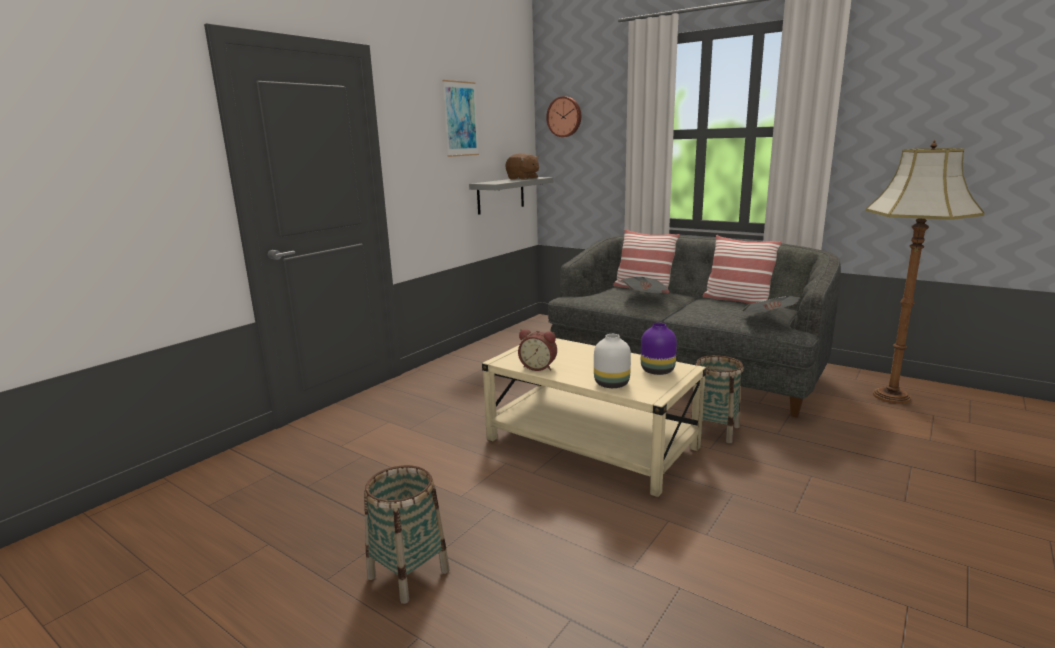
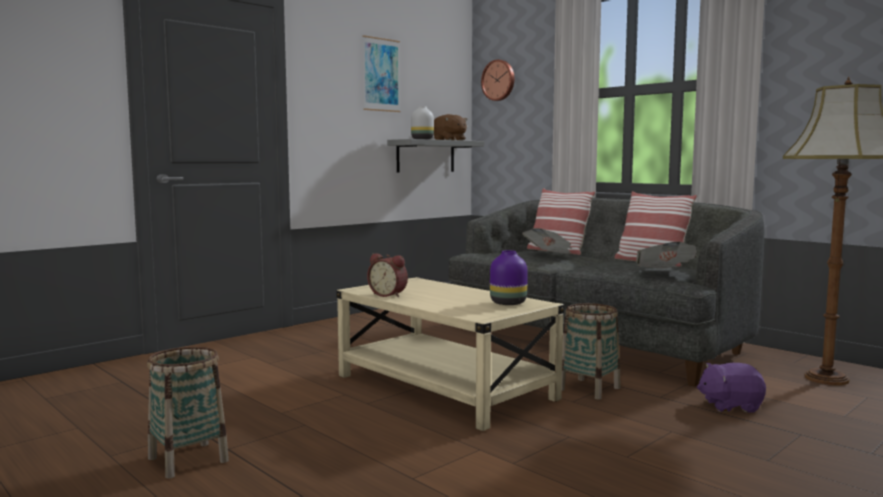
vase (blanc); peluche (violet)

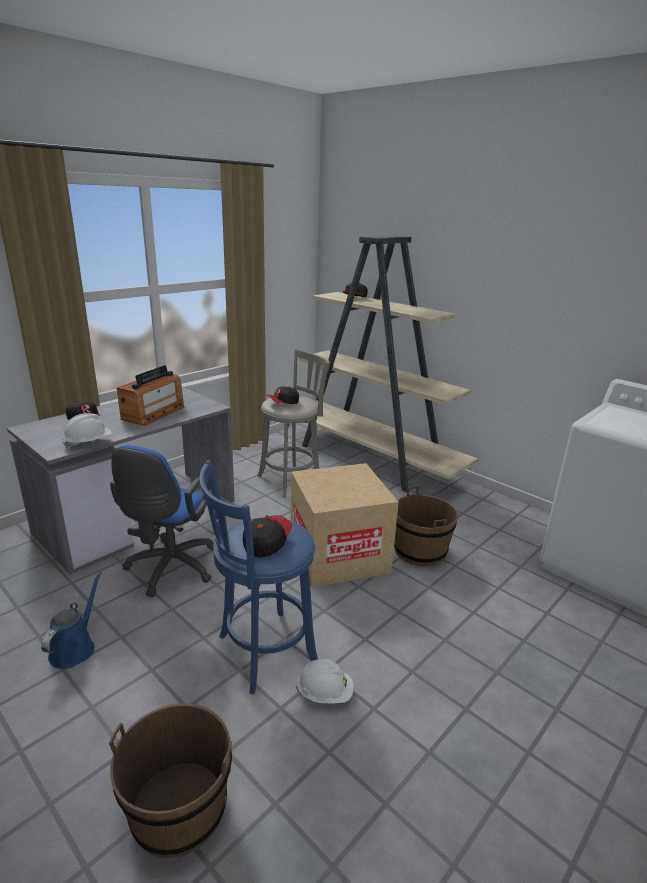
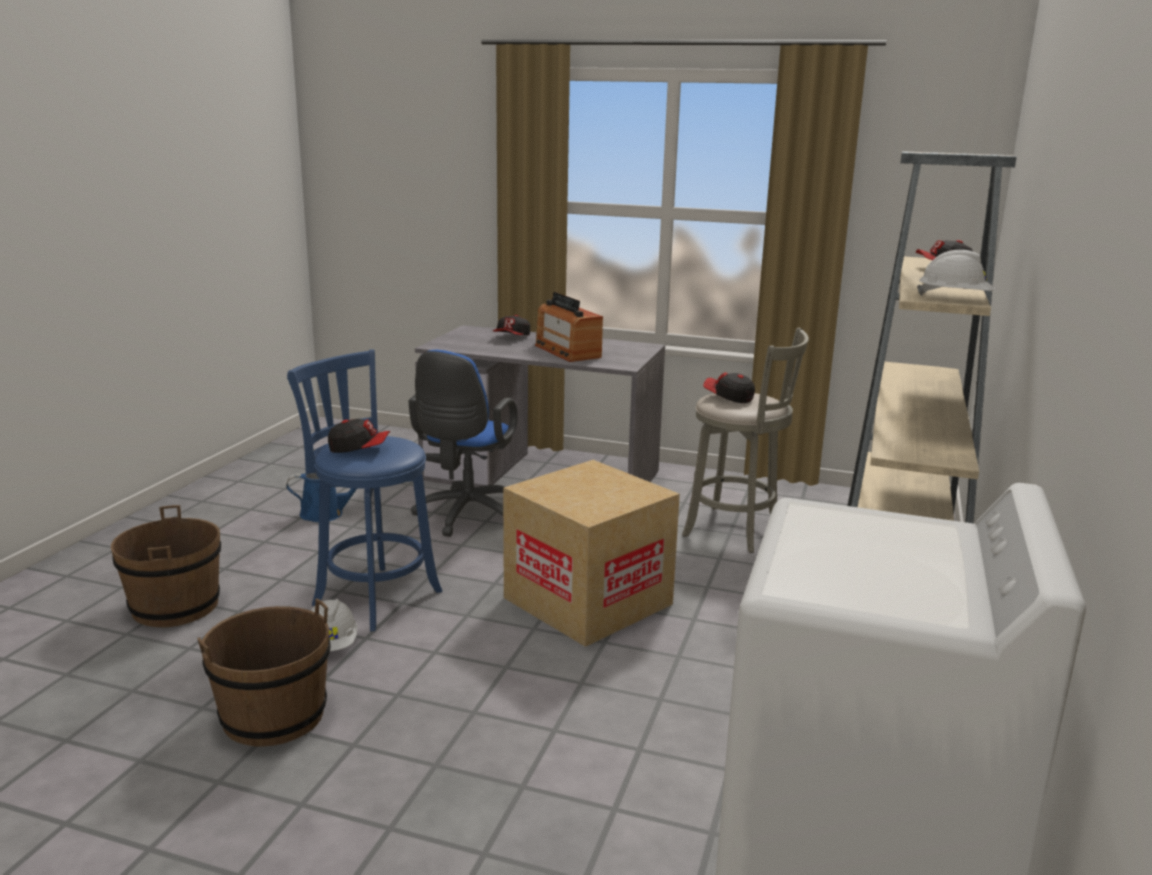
seau (marron) (2nd from left); chaise de bureau (bleu); radio; casque de chantier (blanc) (2nd from left)

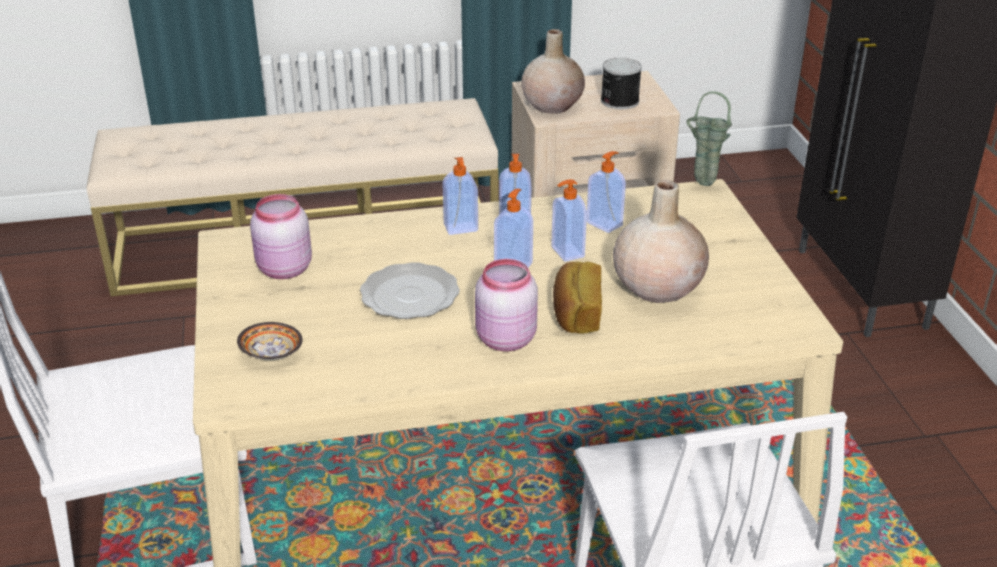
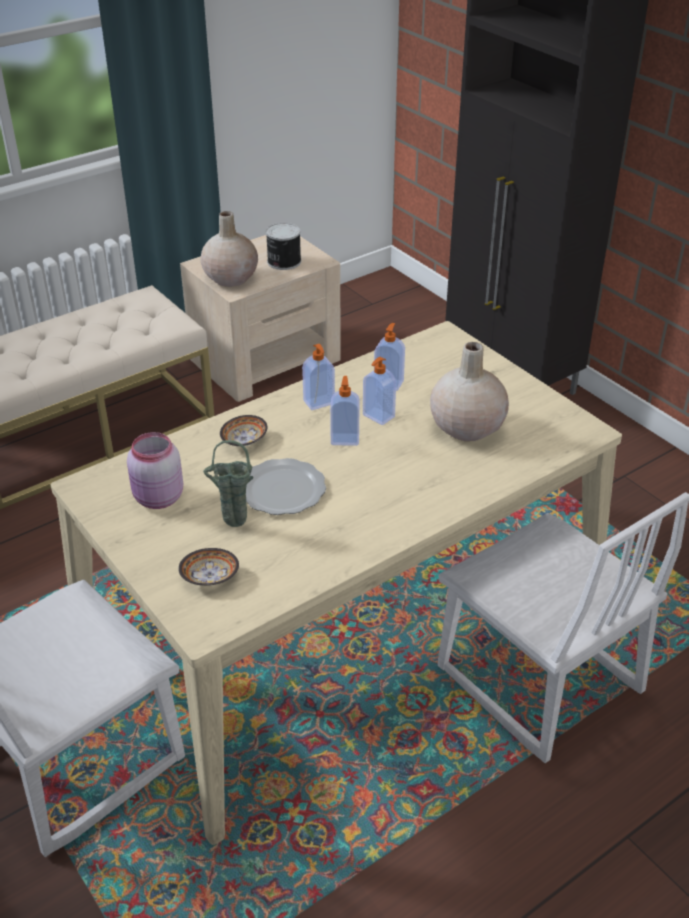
vase (vert); bol (2nd from left); distributeur de savon (1st from left in the first image); bocal (rose) (2nd from left in the first image); pain

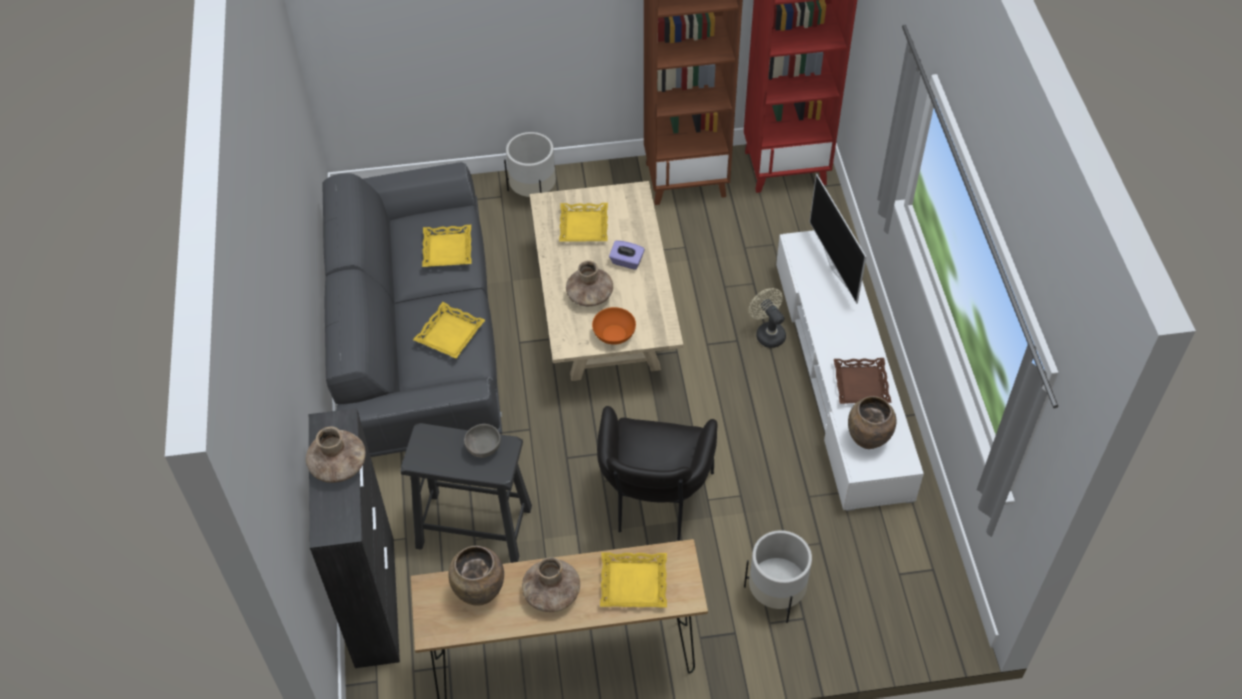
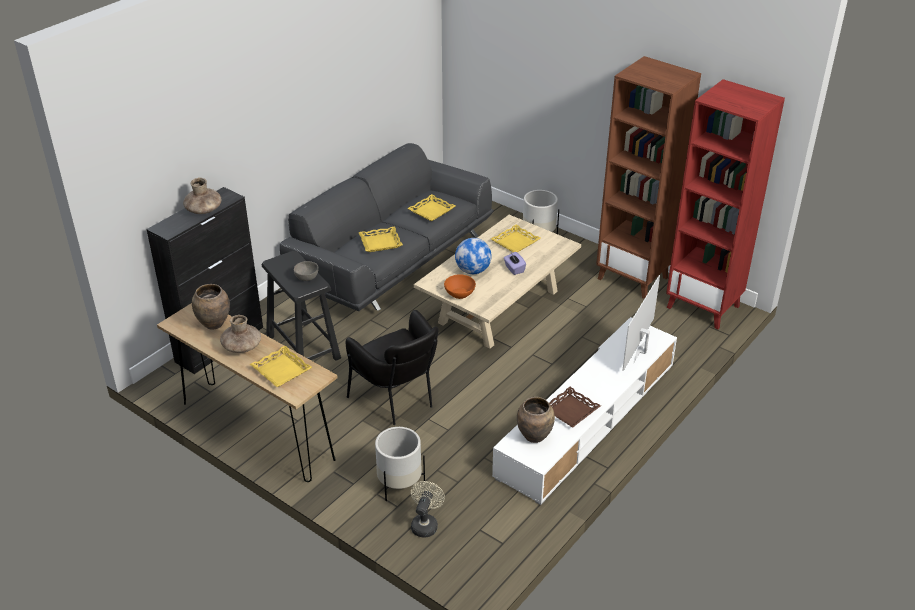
fauteuil (noir); ventilateur (beige); globe

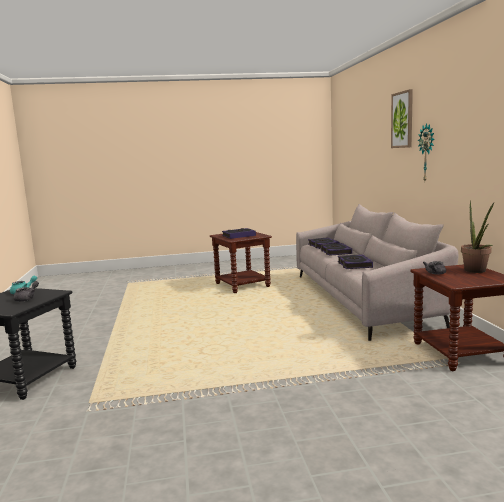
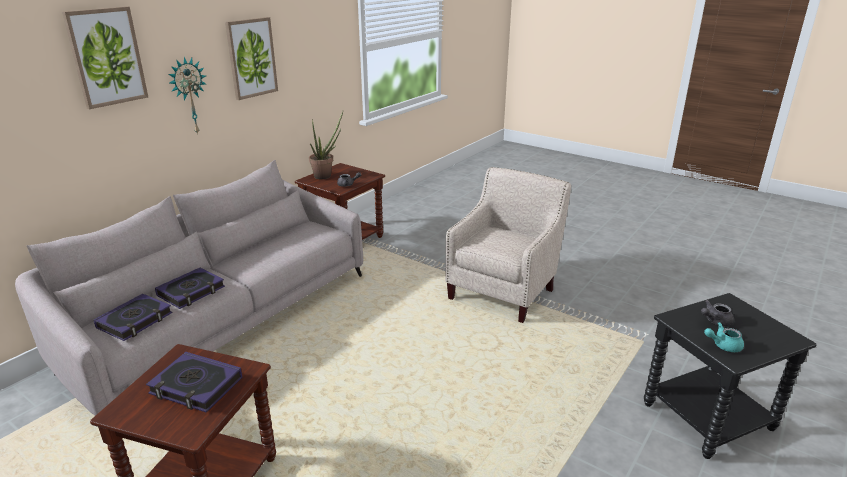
tableau (2nd from left); fauteuil (beige); livre (4th from left in the first image)

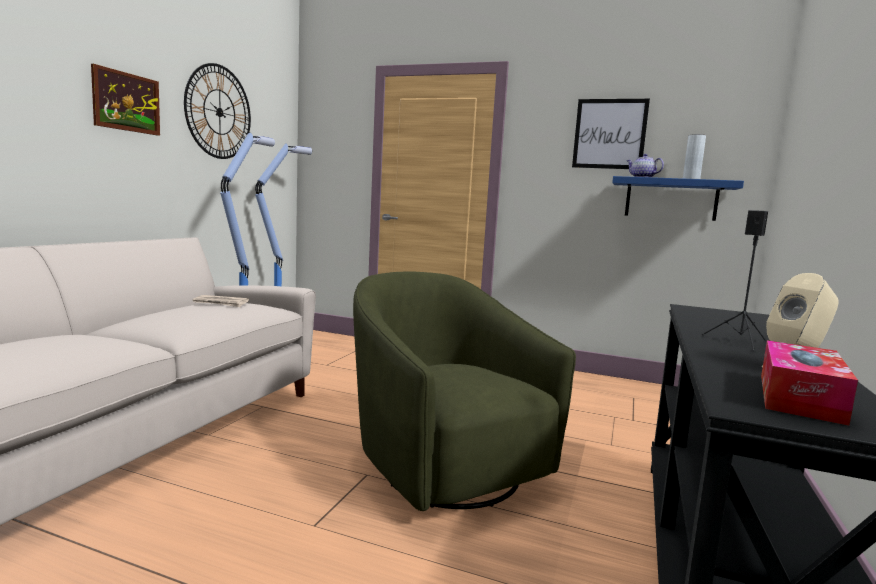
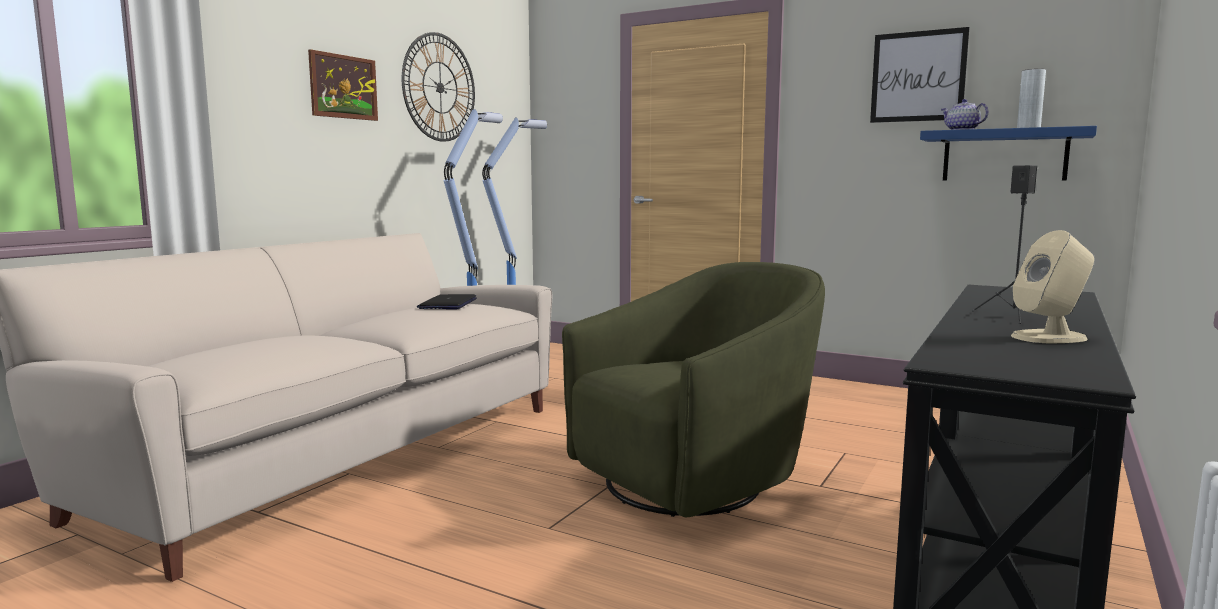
ordinateur portable; fauteuil (vert); boîte à mouchoirs

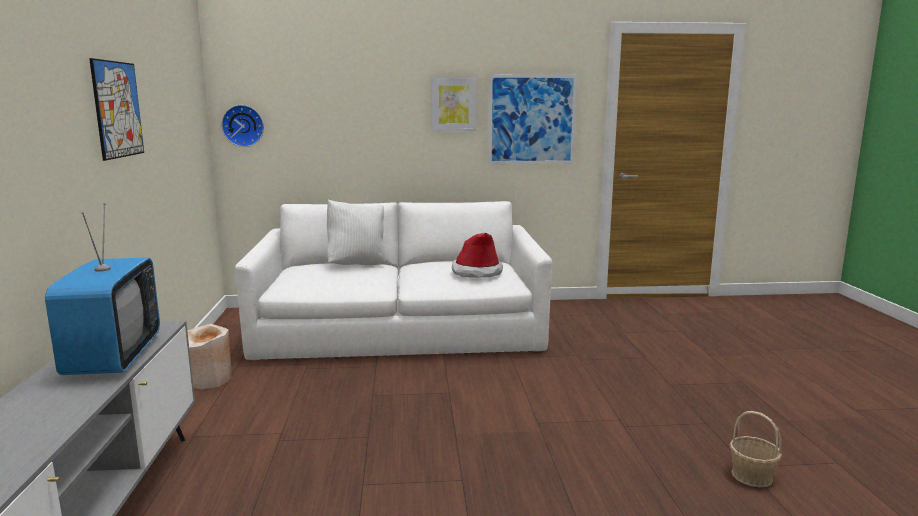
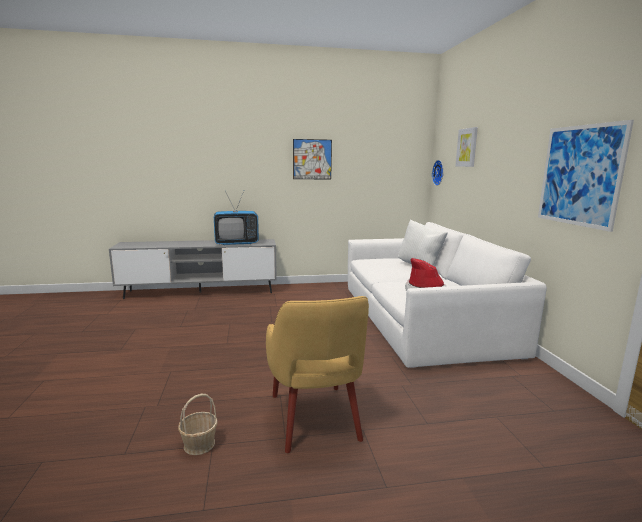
fauteuil (jaune); tableau (2nd from left); vase (beige)

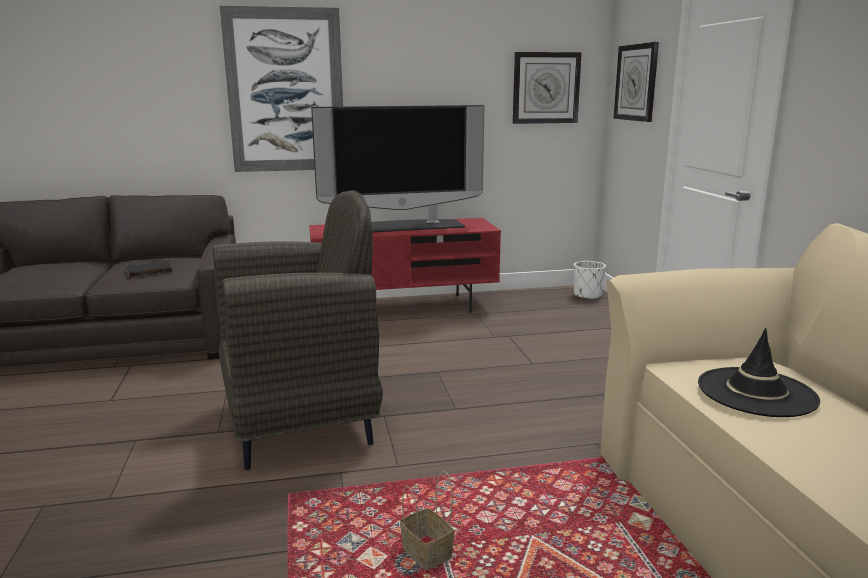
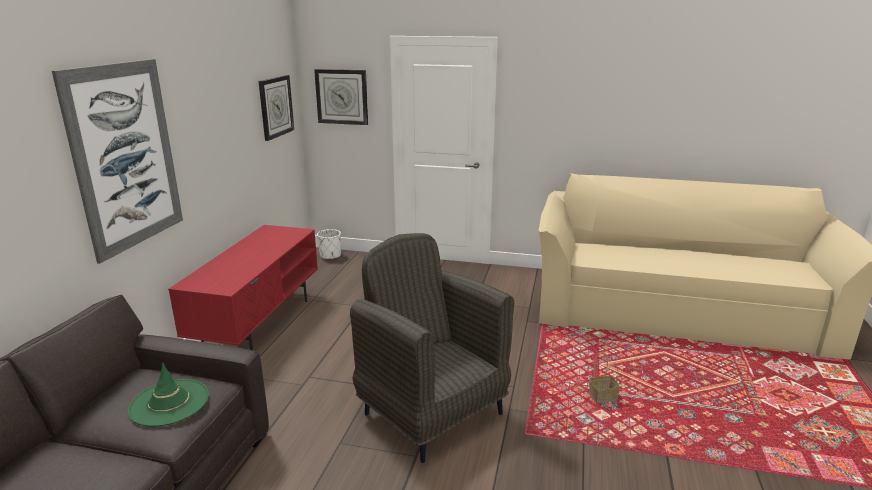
chapeau (vert); fauteuil (gris); téléviseur; chapeau (noir)

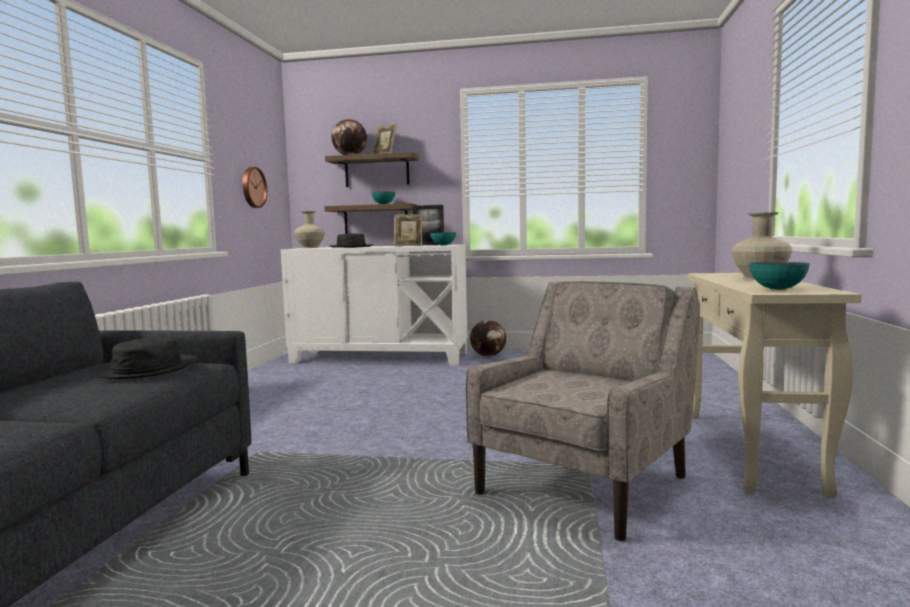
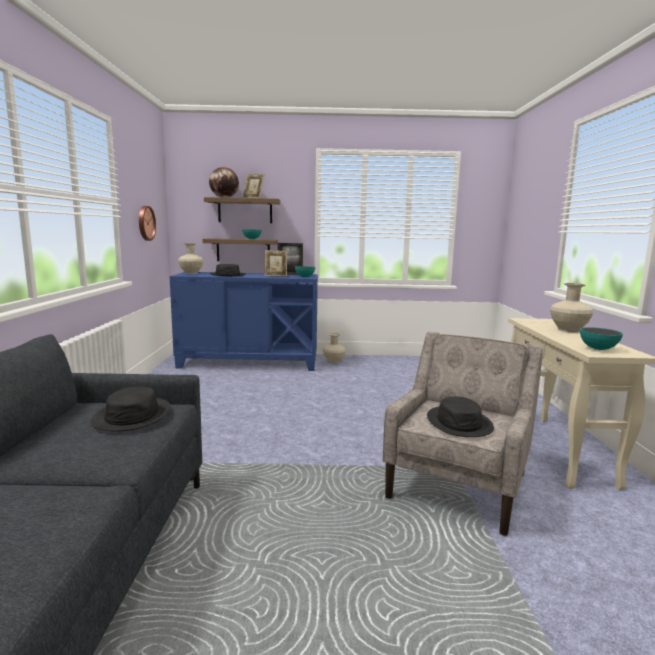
meuble de rangement (bleu); vase (beige) (2nd from left); chapeau (noir) (3rd from left)

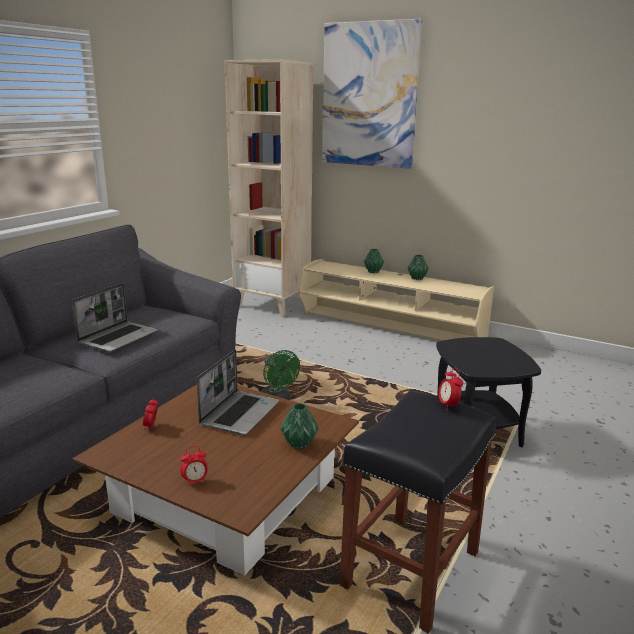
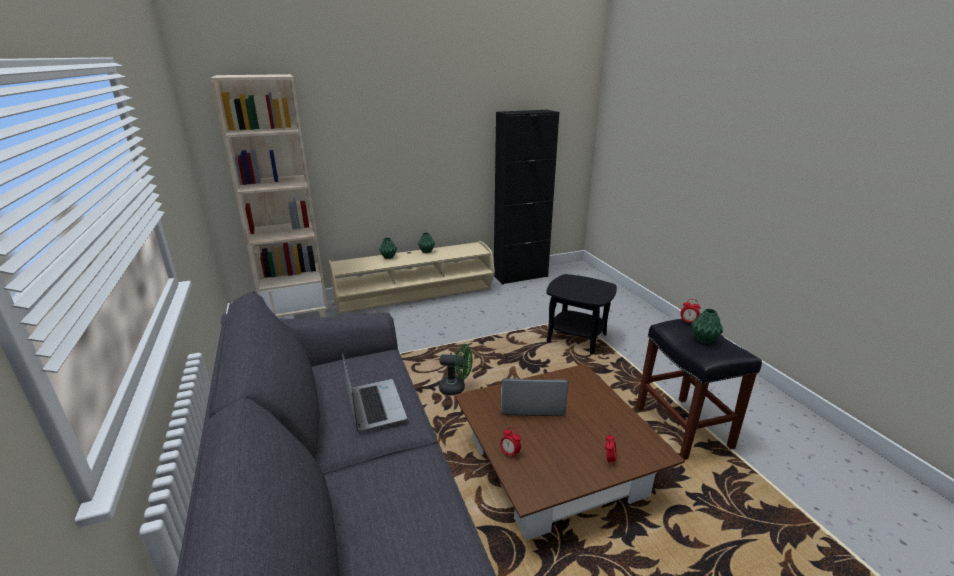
meuble de rangement (noir); ordinateur portable (2nd from left); vase (vert) (3rd from left); tableau

